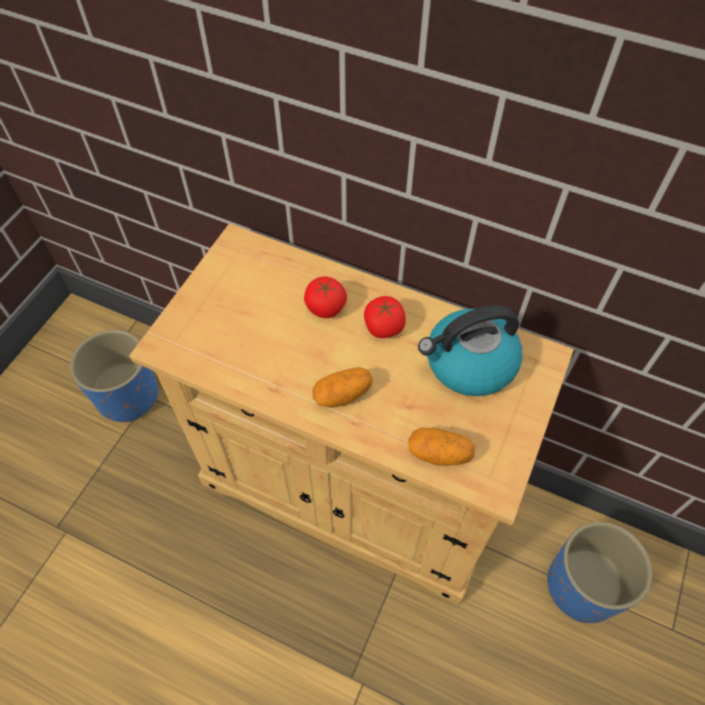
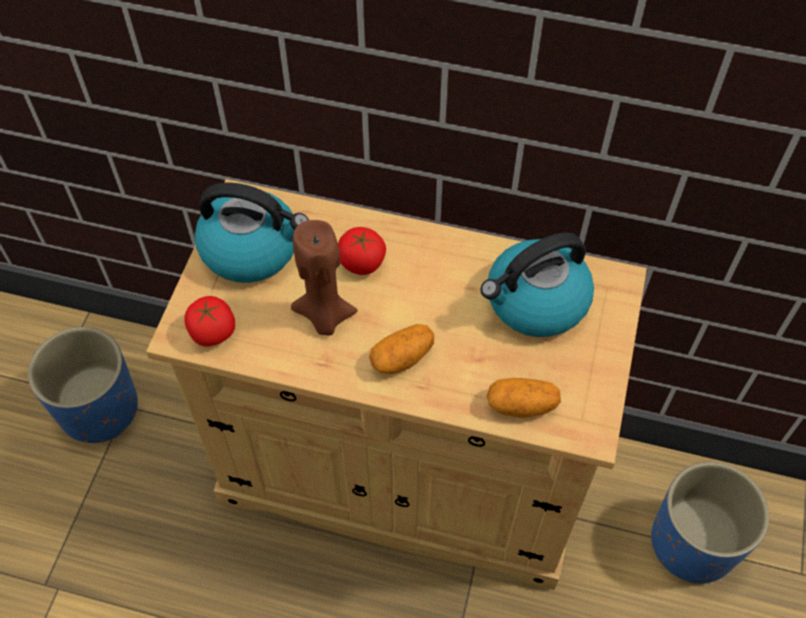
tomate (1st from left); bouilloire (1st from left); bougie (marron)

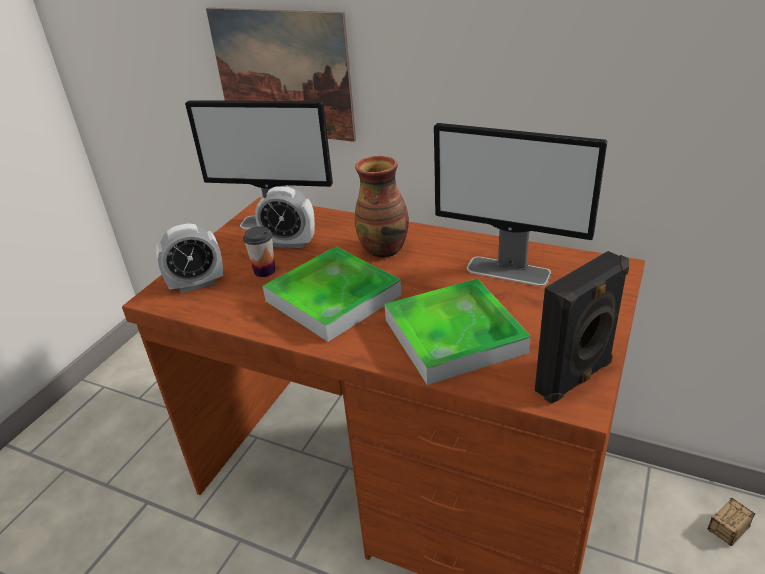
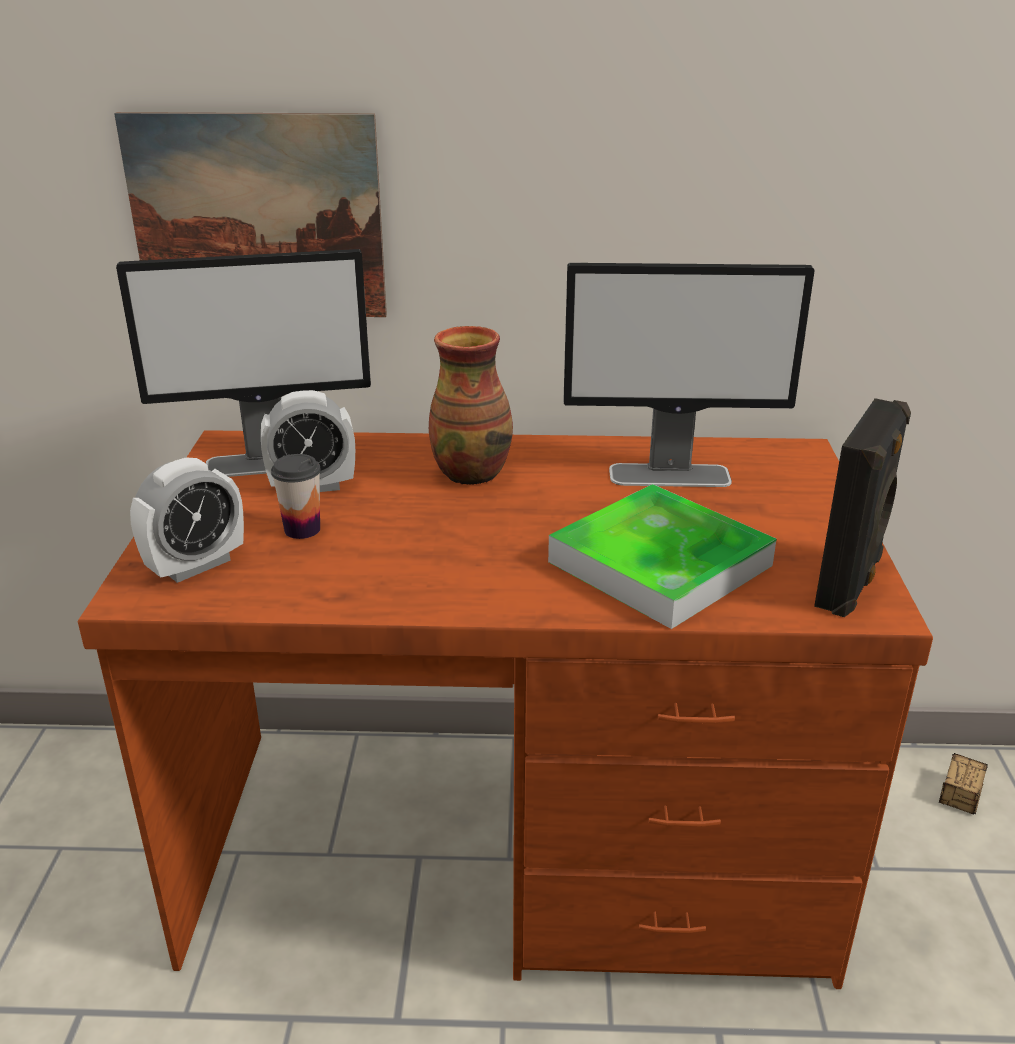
plateau (1st from left in the first image)

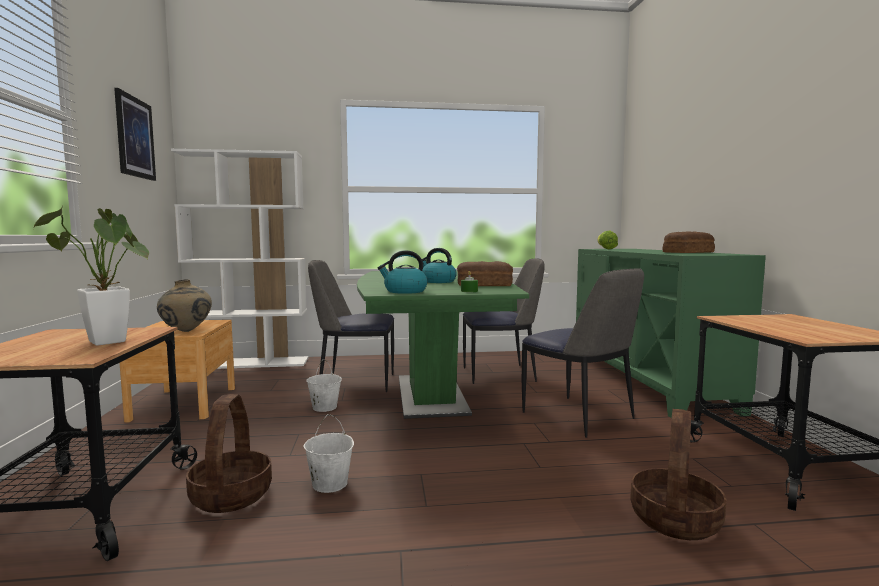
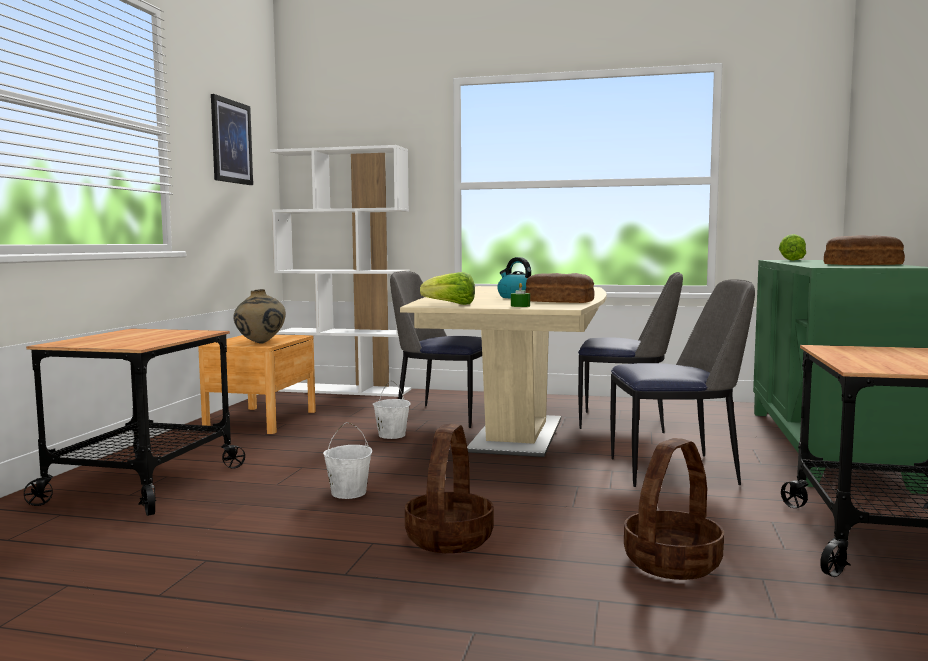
table à manger (beige); panier (1st from left); laitue (1st from left); chaise (3rd from left); plante en pot

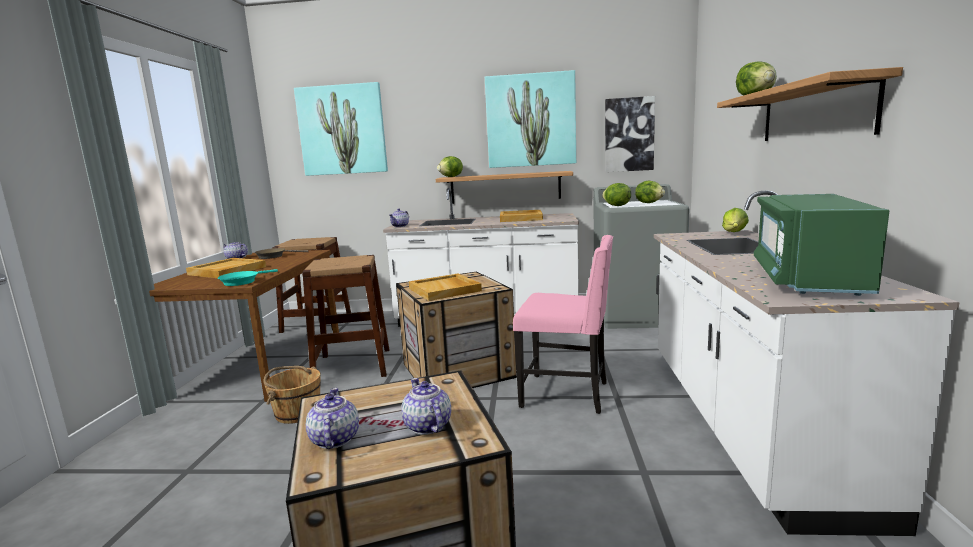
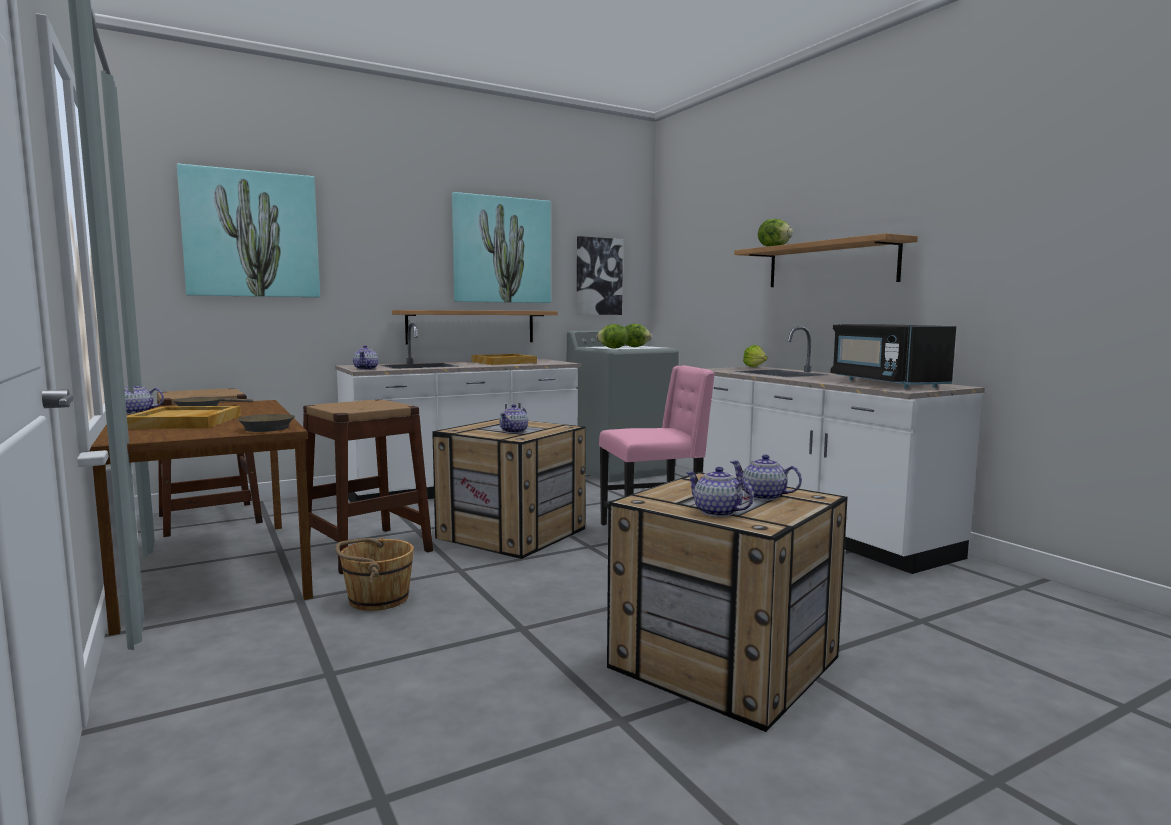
poêle (marron) (2nd from left); théière (3rd from left); micro-ondes (noir); laitue (1st from left in the first image)

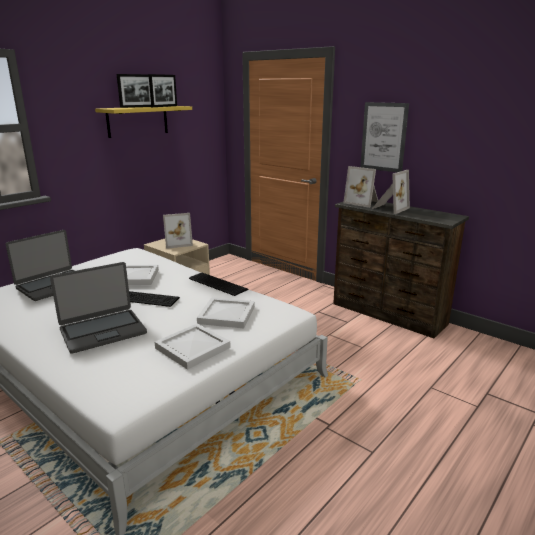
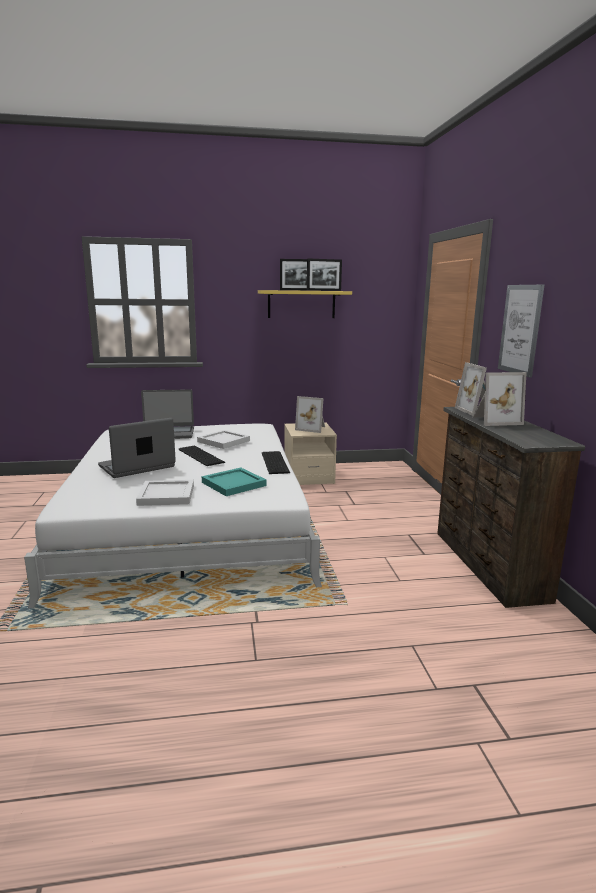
ordinateur portable (1st from left); plateau (turquoise)

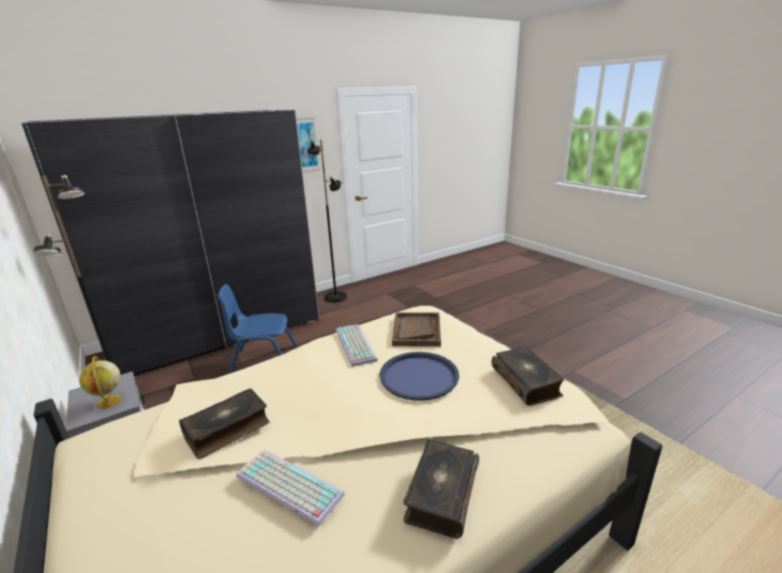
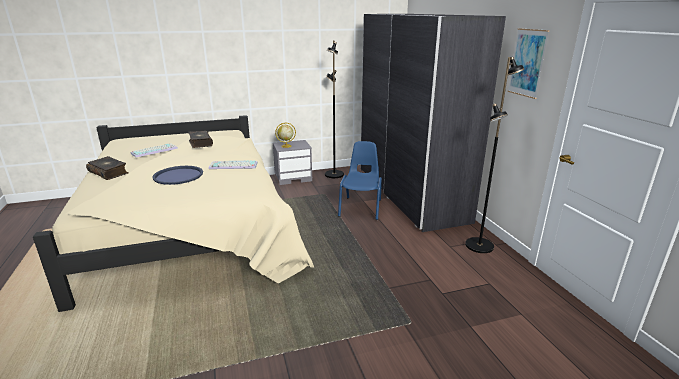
plateau (marron); livre (3rd from left in the first image)

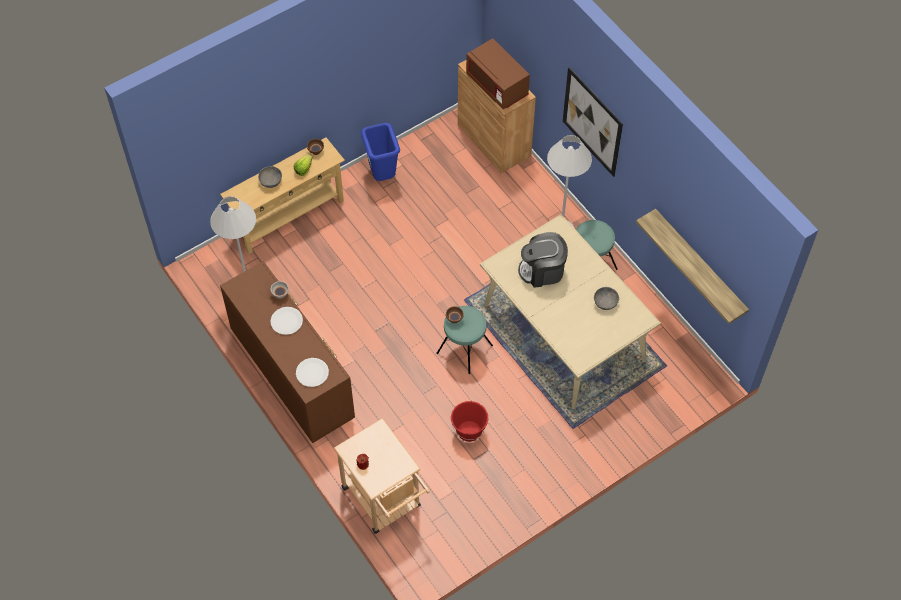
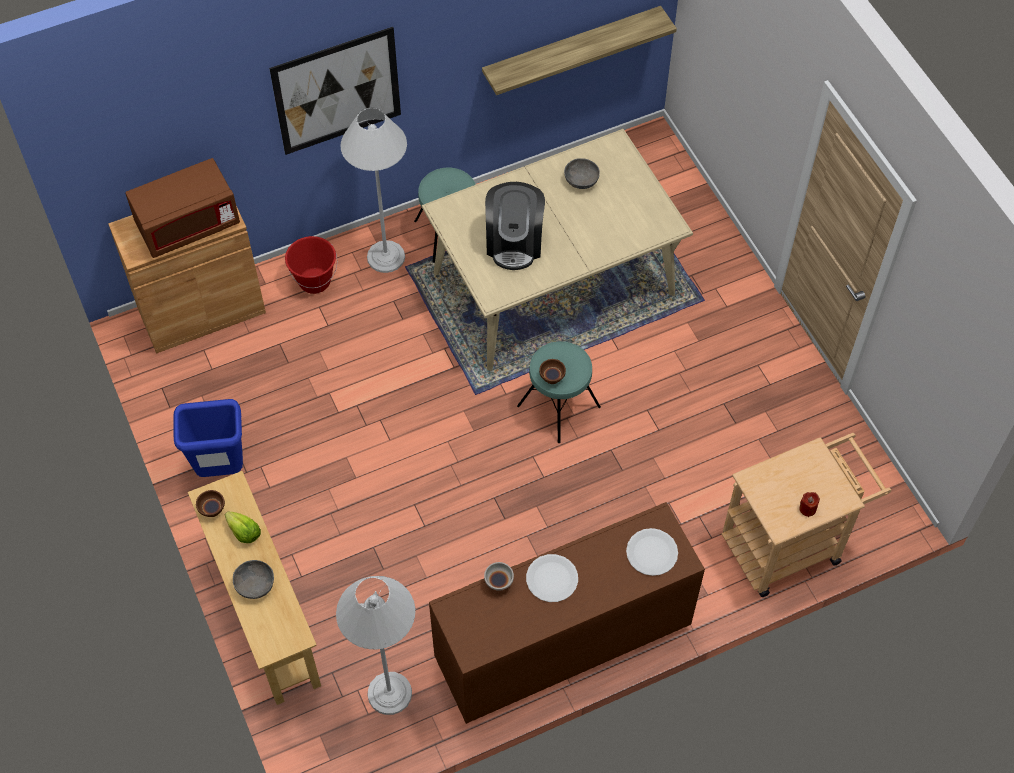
seau (rouge)

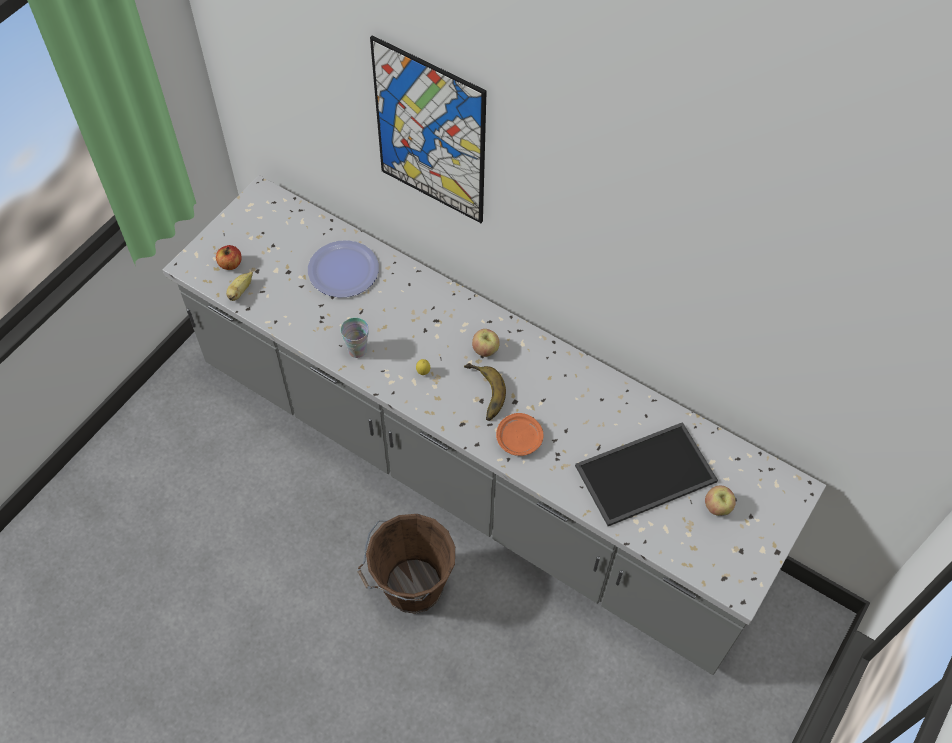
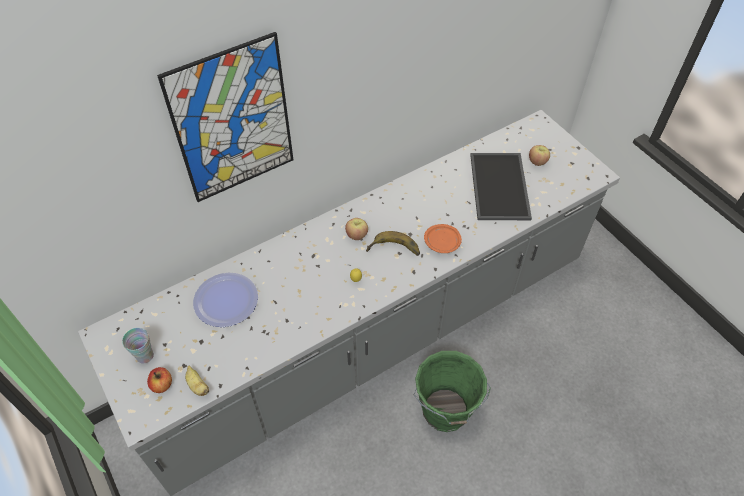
tasse; seau (vert)

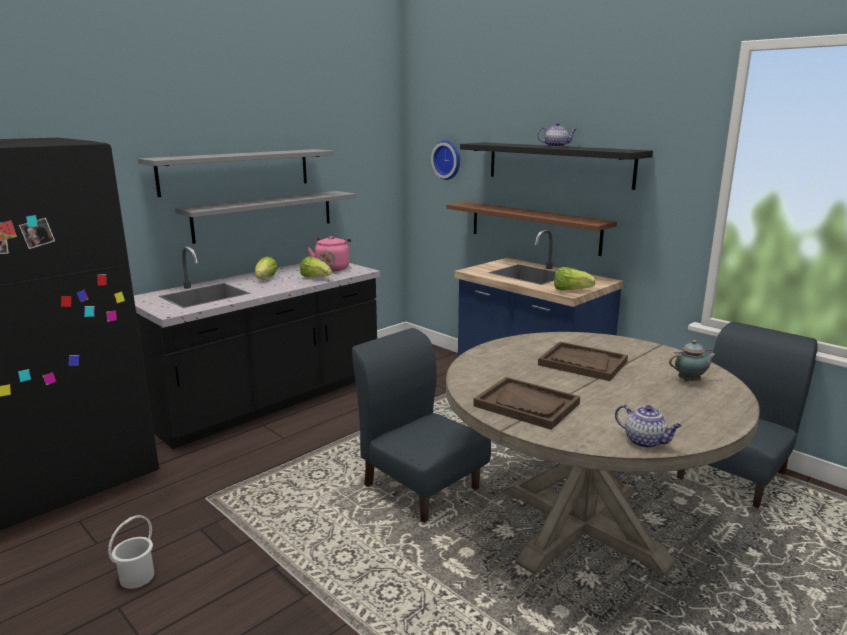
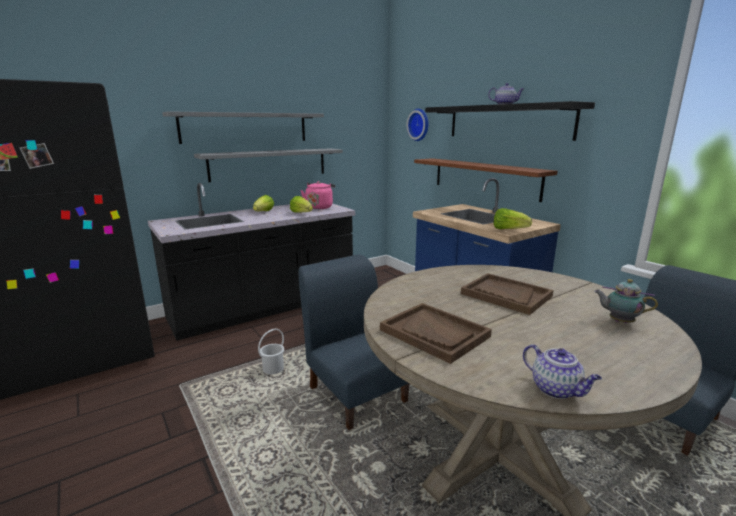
seau (blanc); théière (3rd from left)

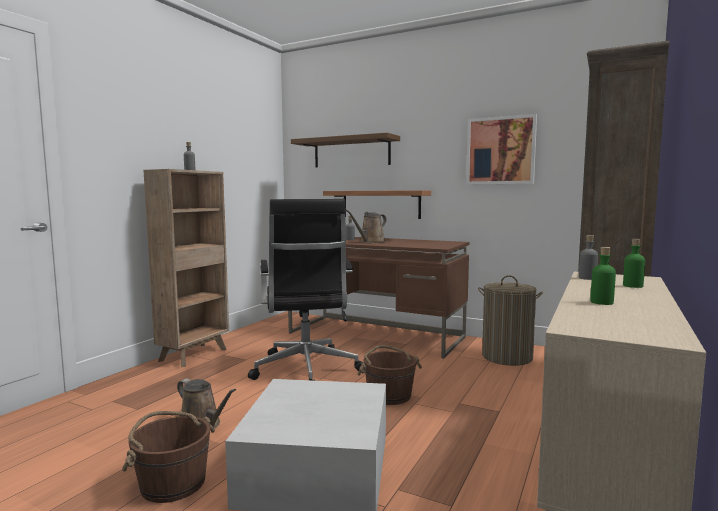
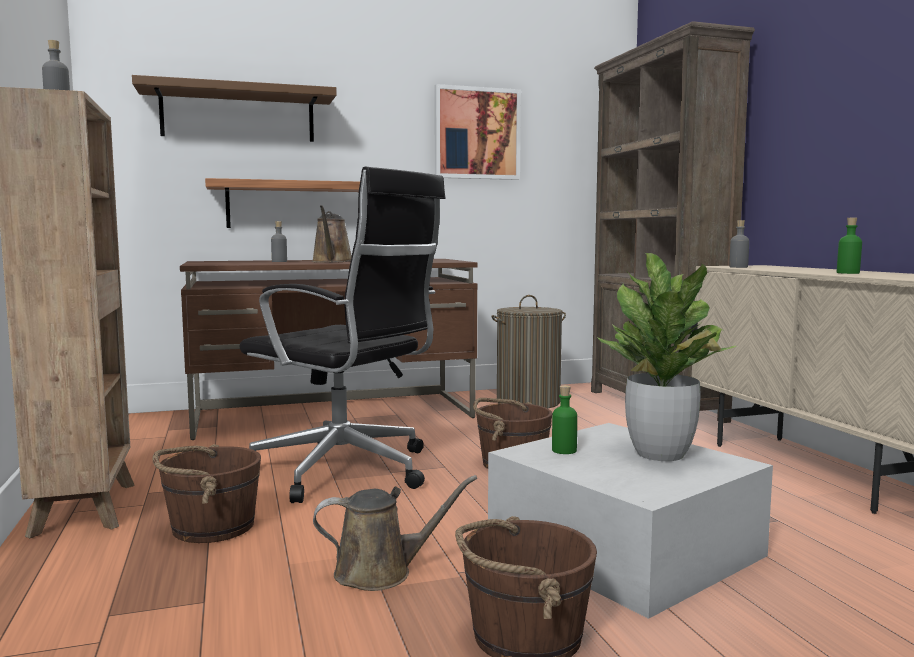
seau (marron) (1st from left); bouteille (vert) (1st from left); plante en pot

